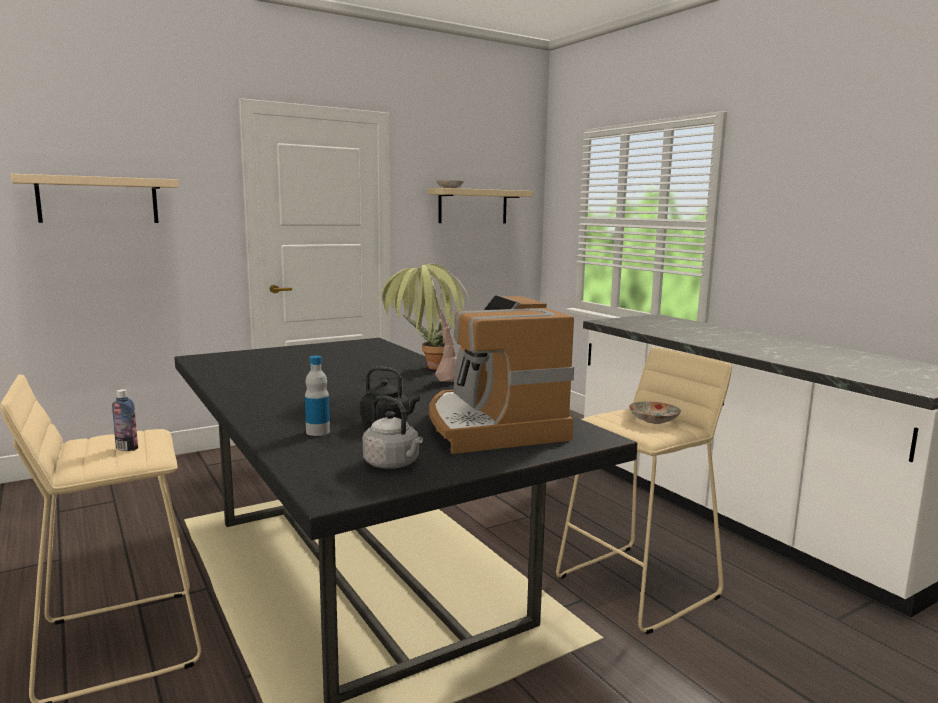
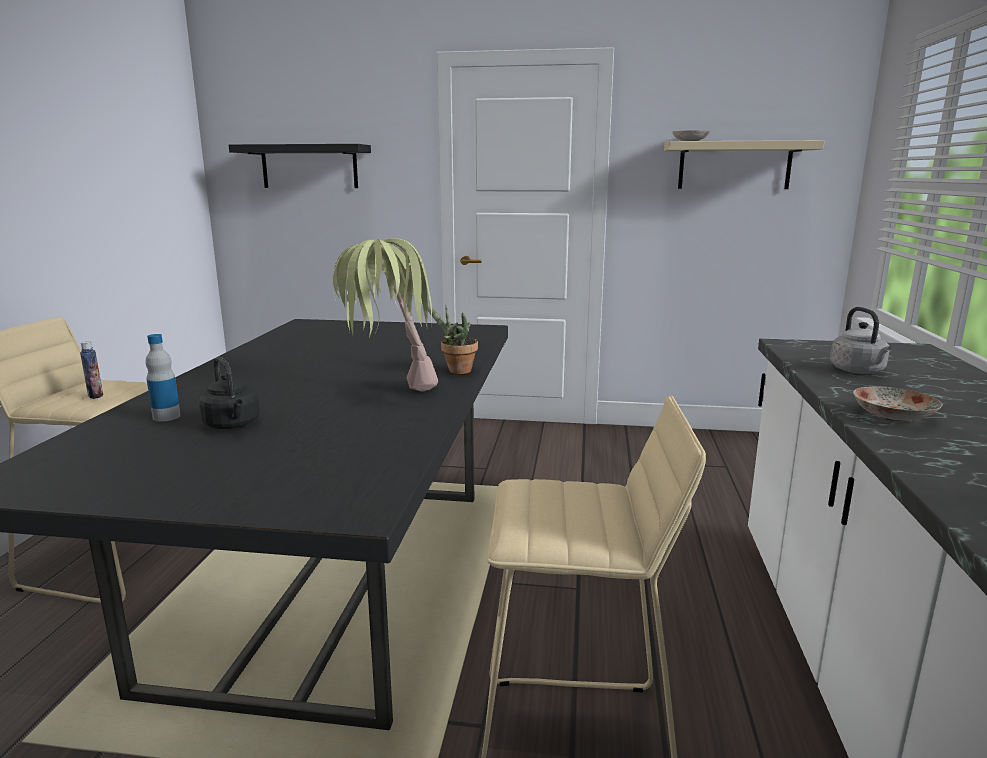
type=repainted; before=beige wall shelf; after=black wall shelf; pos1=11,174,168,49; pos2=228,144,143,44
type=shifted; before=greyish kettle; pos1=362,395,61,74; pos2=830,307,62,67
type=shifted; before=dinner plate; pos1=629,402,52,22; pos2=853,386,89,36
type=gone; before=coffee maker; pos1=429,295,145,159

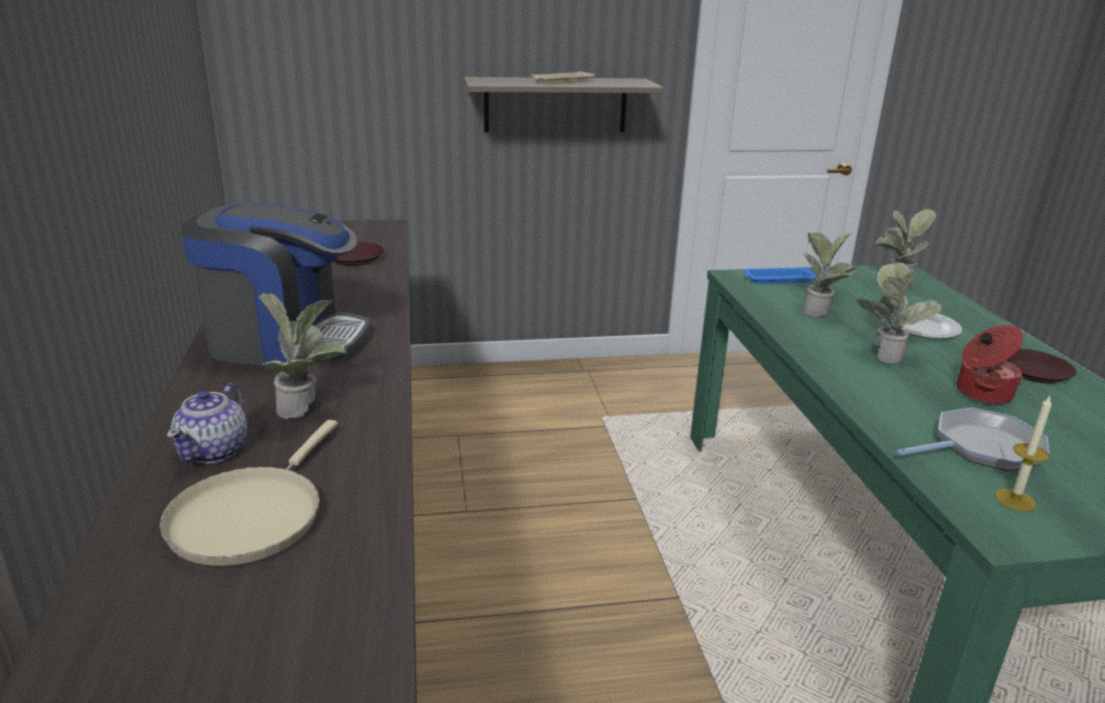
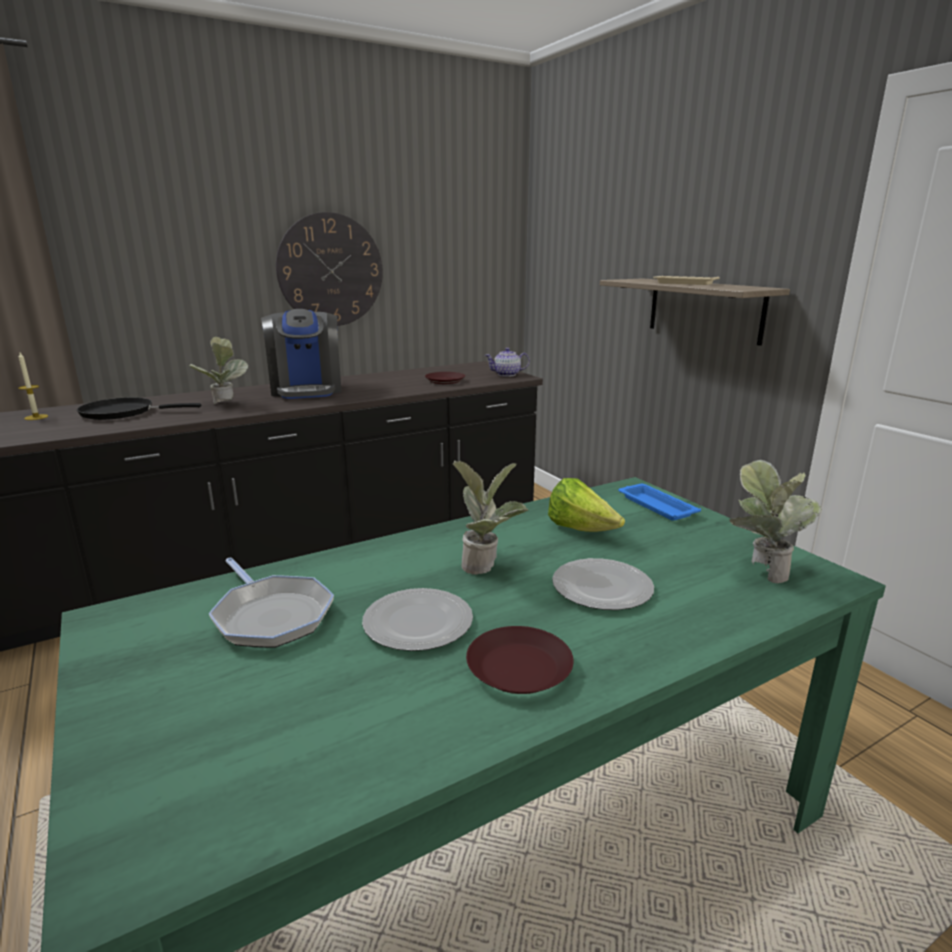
type=shifted; before=wax light; pos1=995,396,57,115; pos2=18,352,30,68
type=repainted; before=beige skillet; after=black skillet; pos1=160,420,178,146; pos2=77,397,125,23
type=new; after=clock on the wall; pos2=276,212,107,114
type=swapped; before=cooking pot; after=dinner plate; pos1=956,325,67,79; pos2=362,588,111,63
type=shifted; before=teapot; pos1=167,383,80,81; pos2=485,348,45,29
type=swapped; before=plant in a pot; after=lettuce head; pos1=802,232,55,85; pos2=548,478,77,54

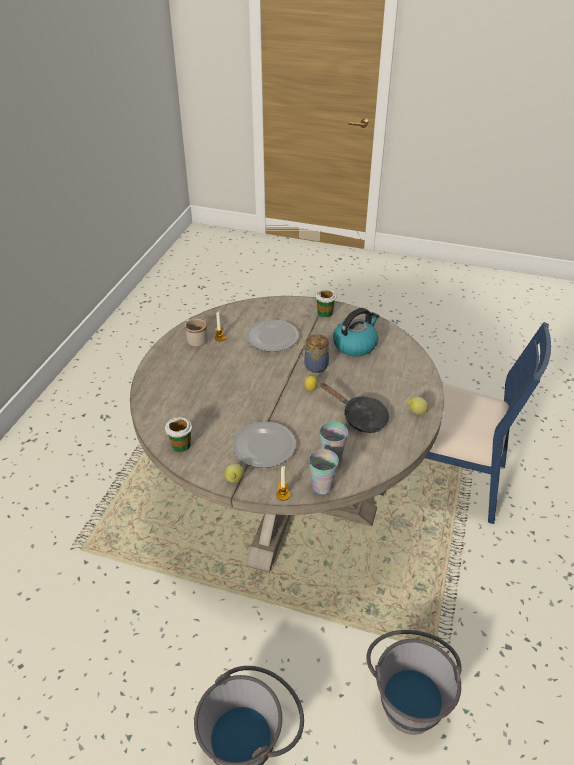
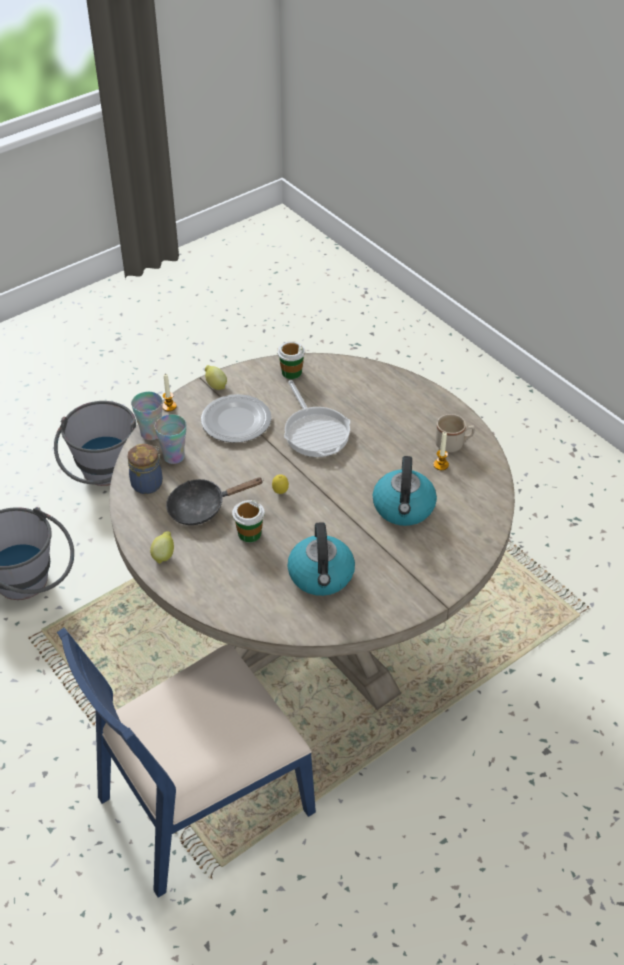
type=shifted; before=storage jar; pos1=302,334,27,39; pos2=127,444,36,50
type=shifted; before=small cup; pos1=315,289,21,28; pos2=232,500,33,42
type=new; after=skillet; pos2=284,380,66,77
type=swapped; before=dinner plate; after=kettle; pos1=246,319,53,33; pos2=373,456,64,70

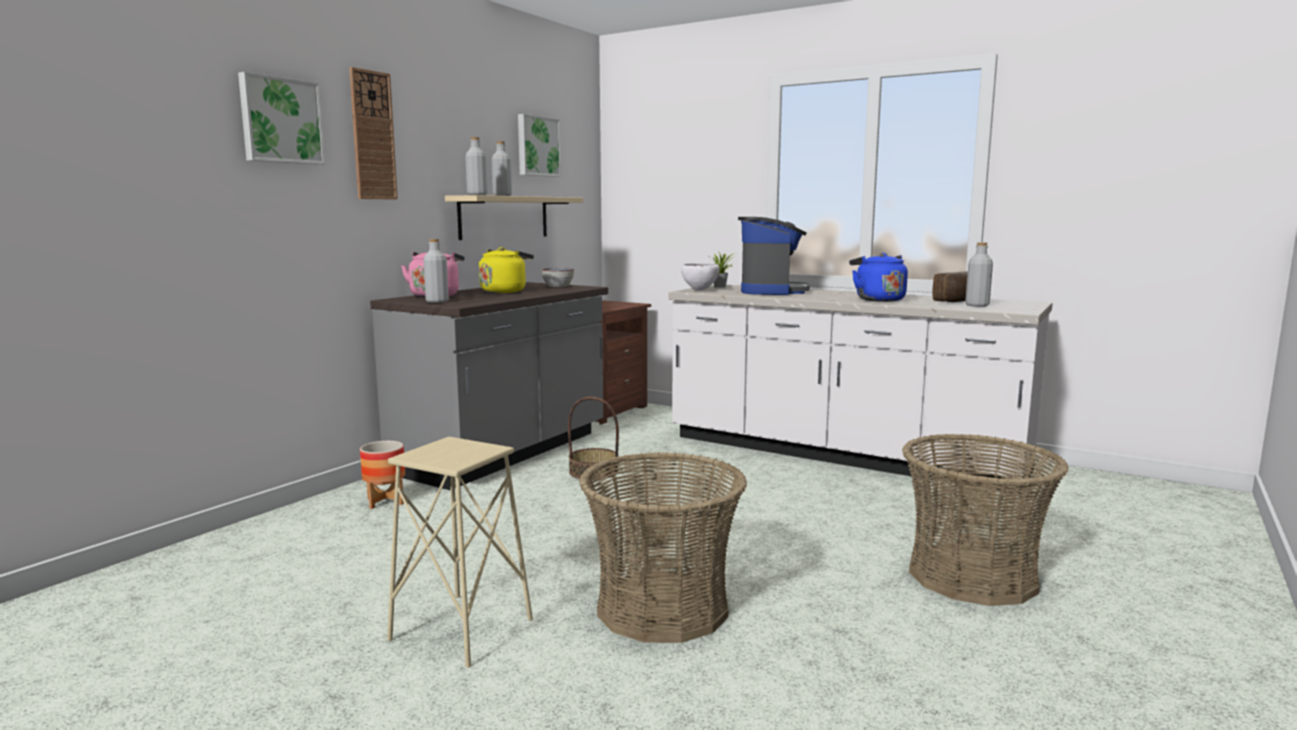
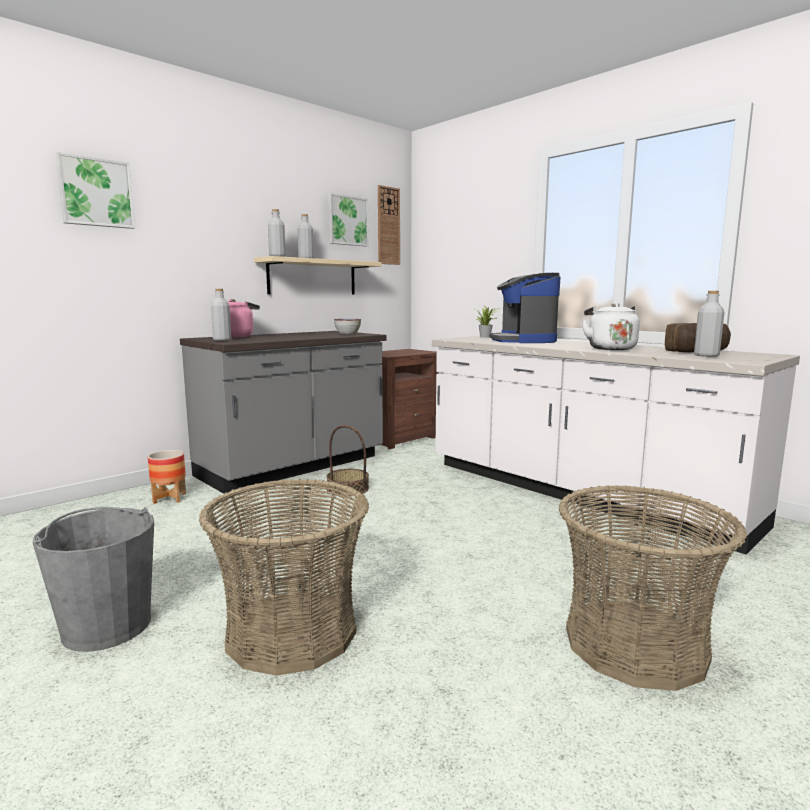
type=swapped; before=beige sitting stool; after=greyish bucket; pos1=387,437,146,231; pos2=32,507,122,145
type=shifted; before=clock on the wall; pos1=349,67,49,133; pos2=378,185,22,80
type=rotated; before=coffee maker; pos1=738,217,72,78; pos2=489,273,72,70; turn=150
type=repainted; before=blue kettle; after=white kettle; pos1=849,253,59,49; pos2=582,303,58,47
type=gone; before=yellow-coloured kettle; pos1=479,247,55,46
type=gone; before=white deep dish; pos1=681,263,38,28

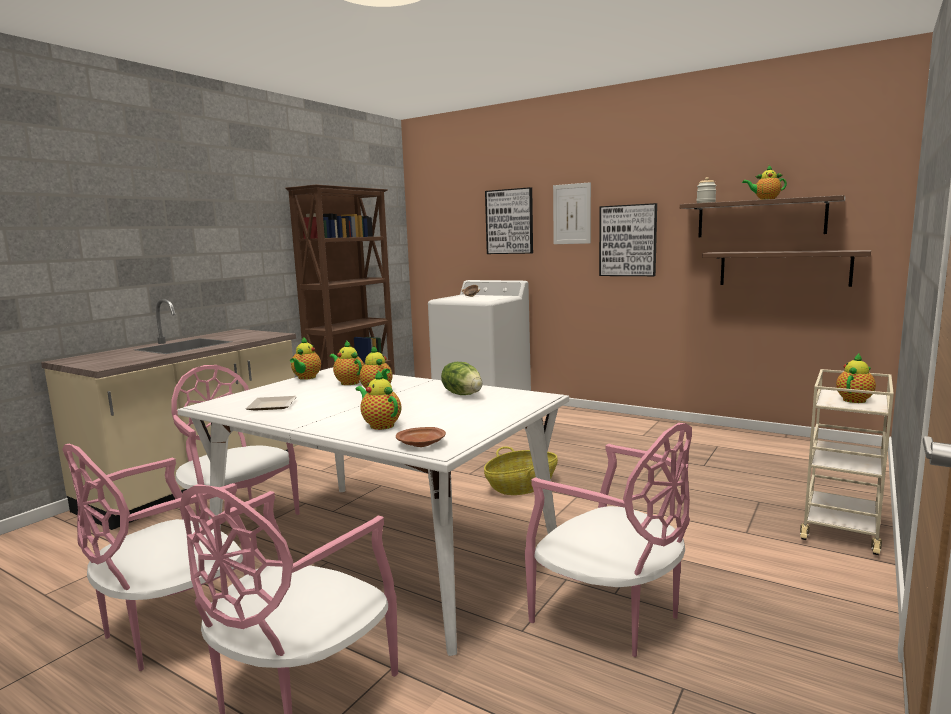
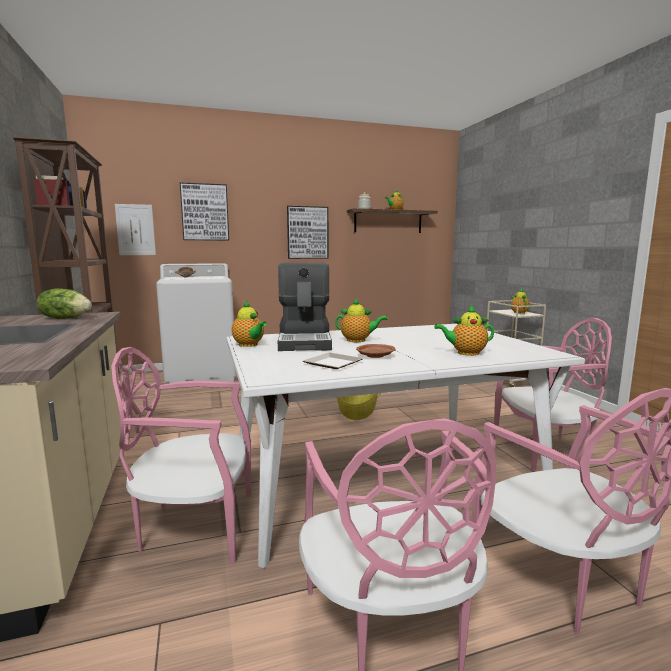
type=shifted; before=lettuce head; pos1=441,362,41,33; pos2=36,288,56,31
type=shifted; before=picture; pos1=553,182,38,62; pos2=115,204,41,51
type=swapped; before=teapot; after=coffee maker; pos1=330,340,34,45; pos2=278,263,54,88
type=shifted; before=brown dinner plate; pos1=396,427,50,20; pos2=356,344,39,14
type=gone; before=wall shelf; pos1=702,250,169,37

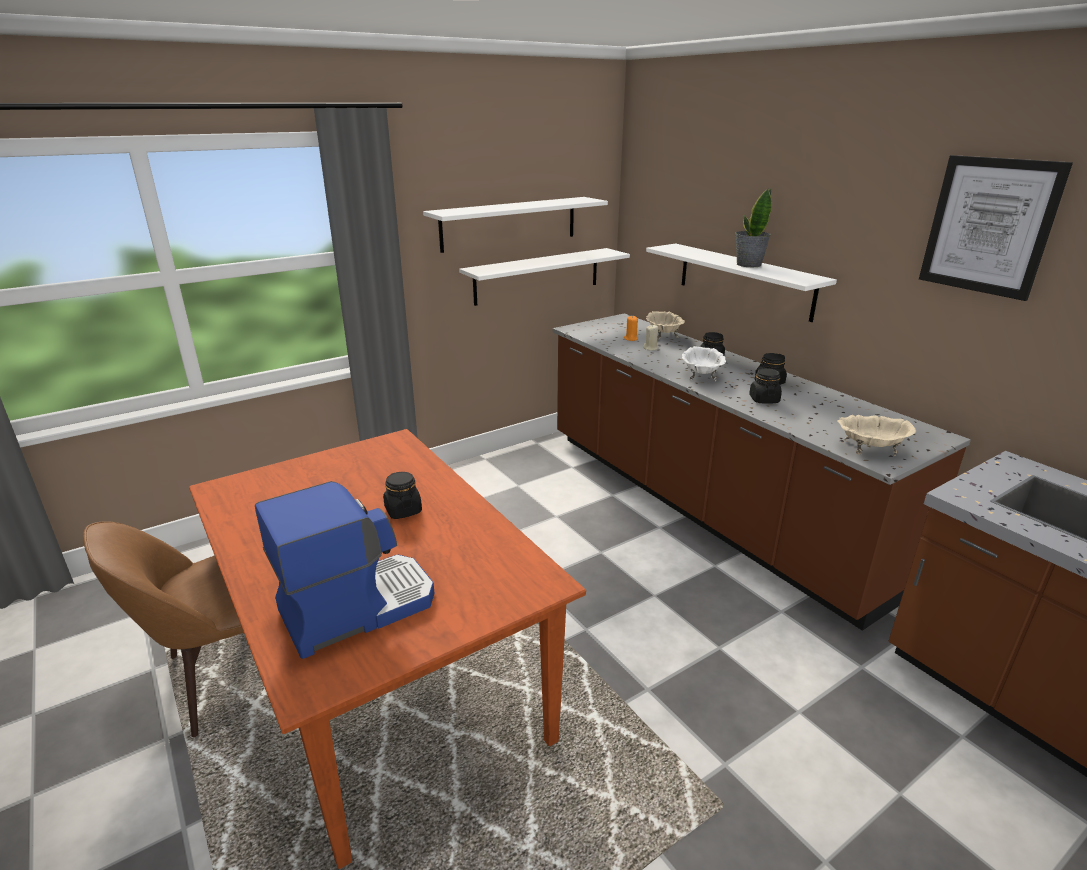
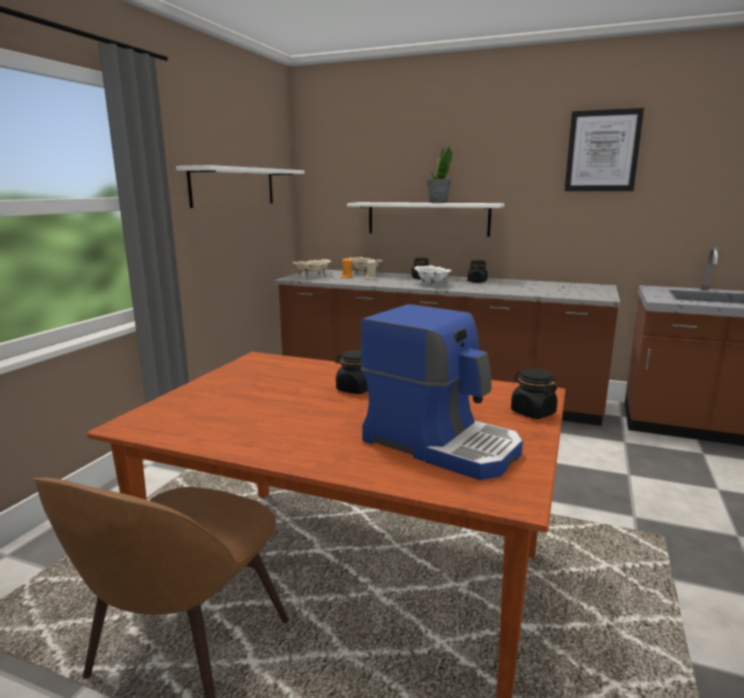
type=shifted; before=beige deep dish; pos1=837,415,79,41; pos2=293,259,39,18
type=rotated; before=coffee maker; pos1=255,481,179,178; pos2=361,304,162,176; turn=105
type=shifted; before=black storage jar; pos1=749,368,33,36; pos2=511,369,47,50
type=gone; before=white wall shelf; pos1=459,248,171,58

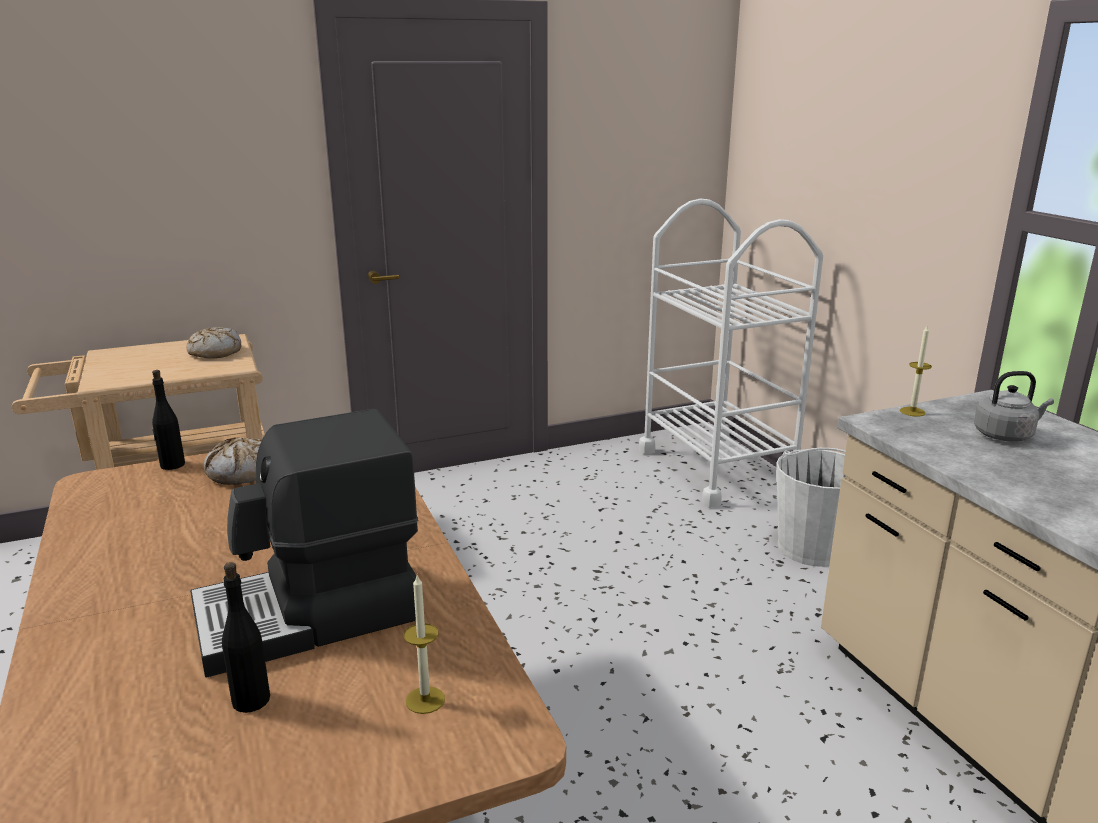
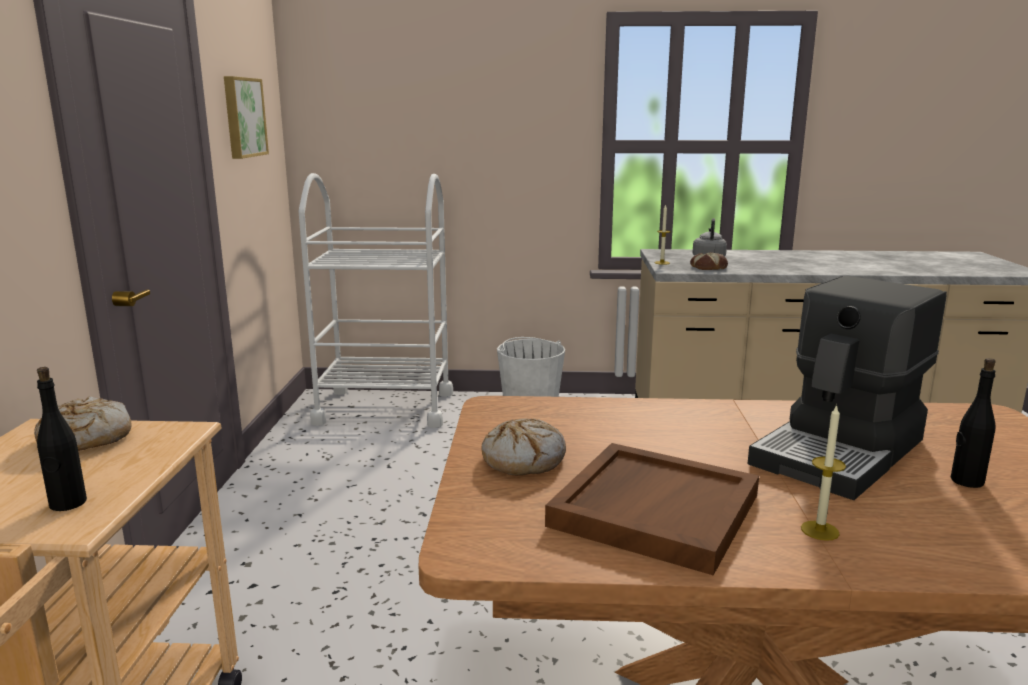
type=shifted; before=black drink bottle; pos1=152,370,33,100; pos2=37,367,50,144
type=new; after=picture; pos2=224,76,45,83
type=new; after=brown serving tray; pos2=545,443,214,132
type=new; after=bakery bread; pos2=690,252,38,18
type=rotated; before=coffee maker; pos1=190,409,229,269; pos2=747,276,200,224; turn=45
type=shifted; before=wax light; pos1=404,575,41,139; pos2=801,404,45,137

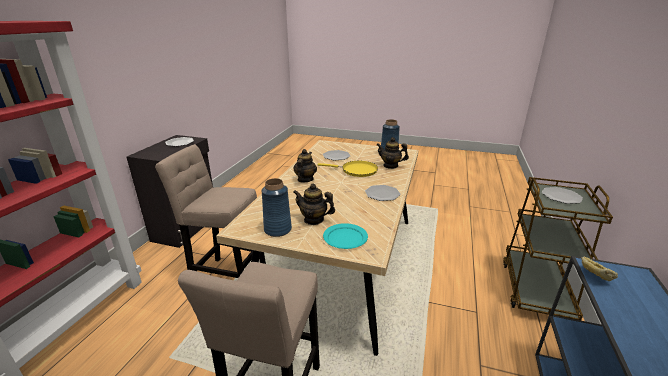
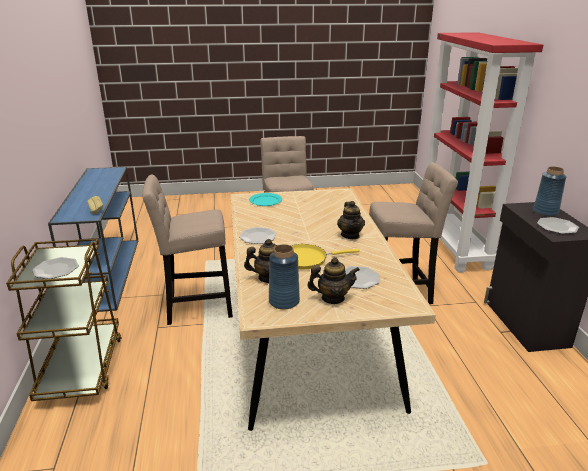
type=new; after=beige sitting stool; pos2=142,175,91,150
type=shifted; before=teapot; pos1=293,184,42,41; pos2=307,257,53,47
type=shifted; before=blue flower vase; pos1=262,178,30,59; pos2=533,166,33,51

